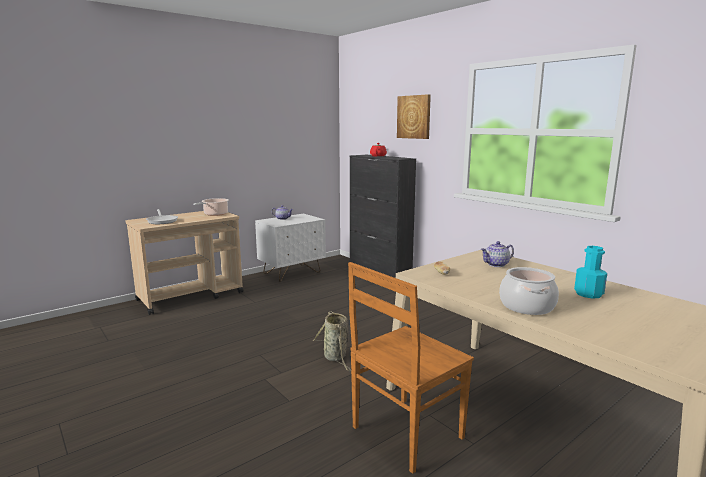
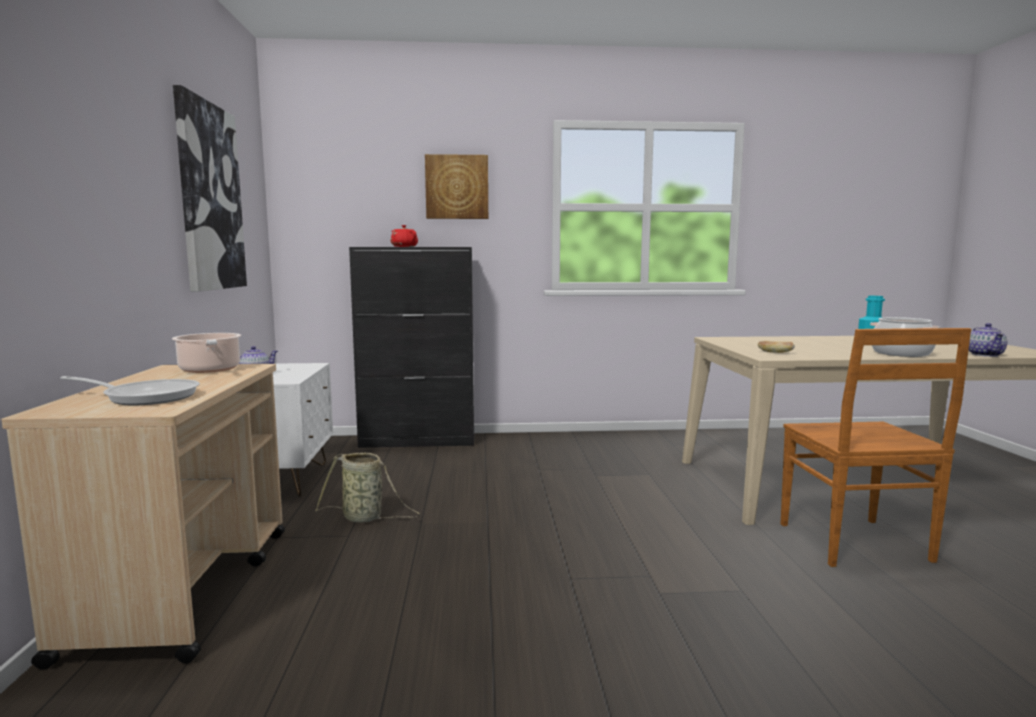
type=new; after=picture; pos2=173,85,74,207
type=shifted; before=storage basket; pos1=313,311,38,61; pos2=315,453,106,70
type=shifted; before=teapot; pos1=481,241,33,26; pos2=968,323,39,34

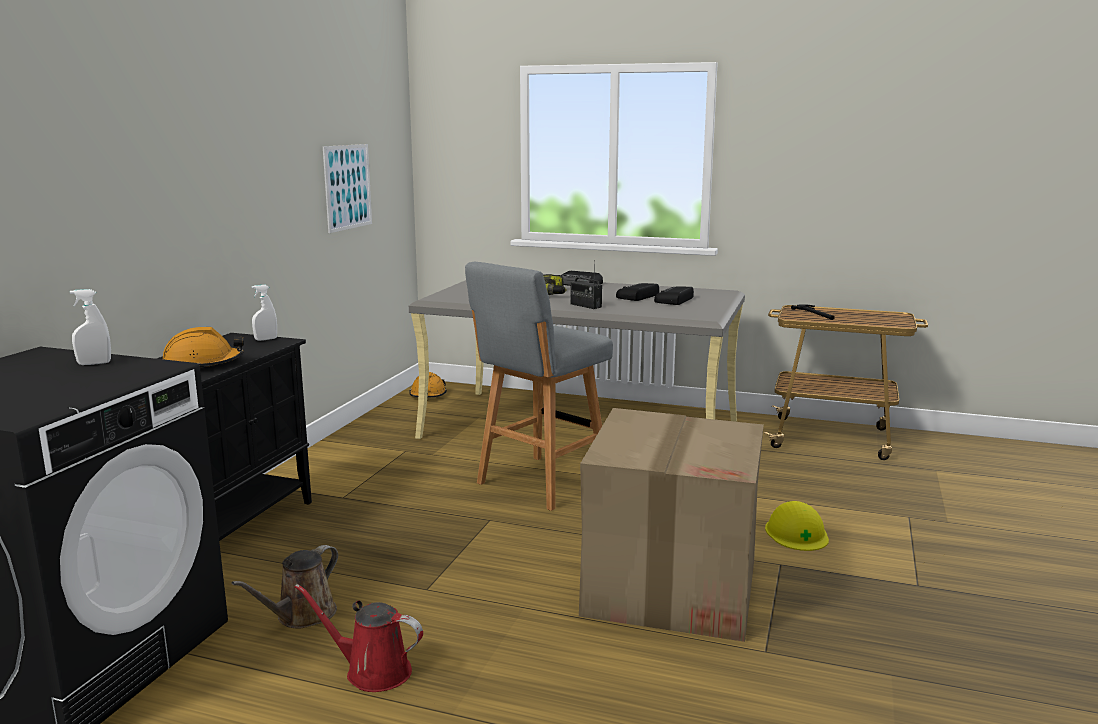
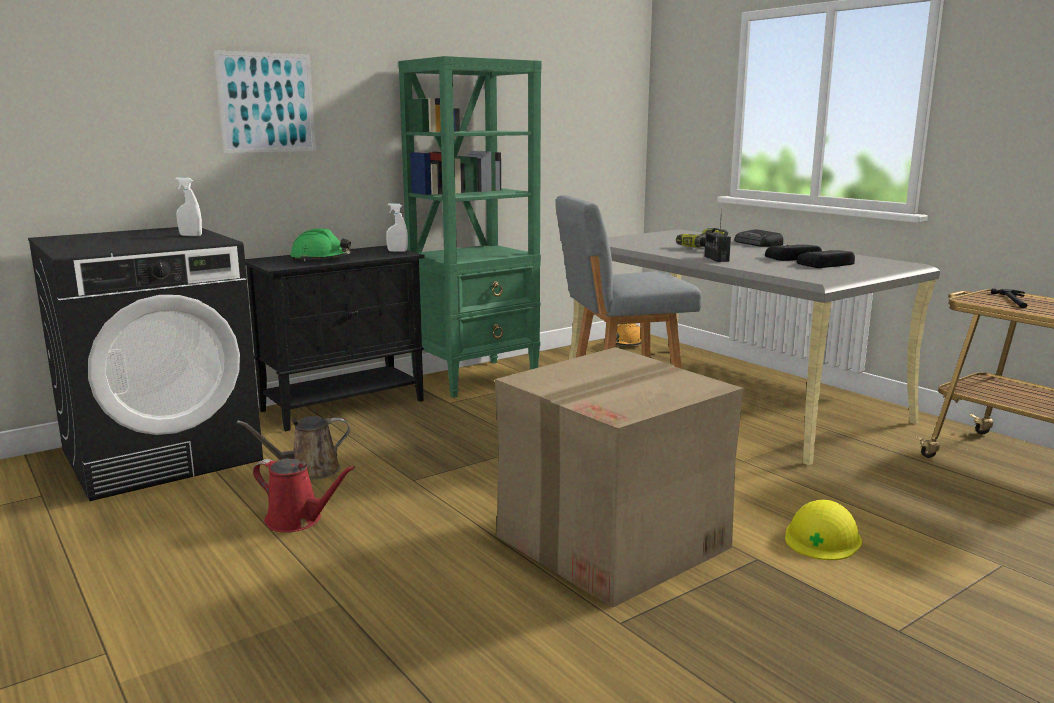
type=shifted; before=picture; pos1=323,144,49,89; pos2=214,50,102,103
type=rotated; before=red-coloured watering pot; pos1=295,584,128,108; pos2=253,459,102,73; turn=150
type=repainted; before=orange-coloured work helmet; after=green work helmet; pos1=163,327,81,40; pos2=291,228,60,33
type=new; after=green bookcase; pos2=399,56,143,342

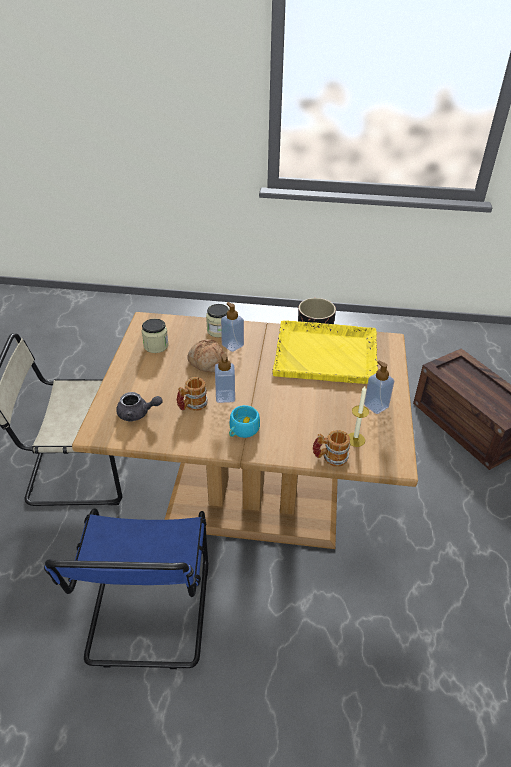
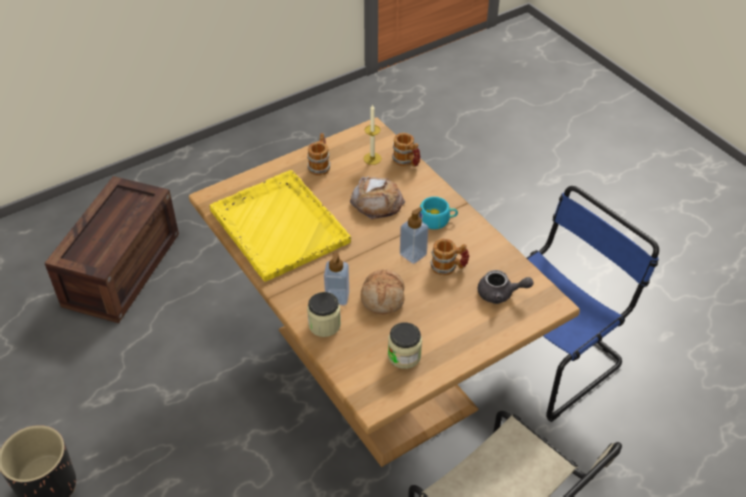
type=swapped; before=soap dispenser; after=tea mug; pos1=364,360,30,54; pos2=307,133,24,43
type=new; after=bakery bread; pos2=350,176,55,44
type=rotated; before=greyish teapot; pos1=116,392,46,30; pos2=478,270,55,34; turn=135

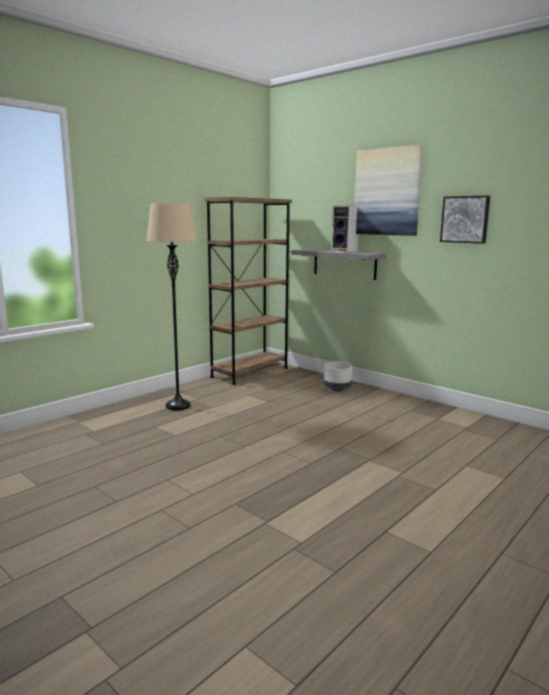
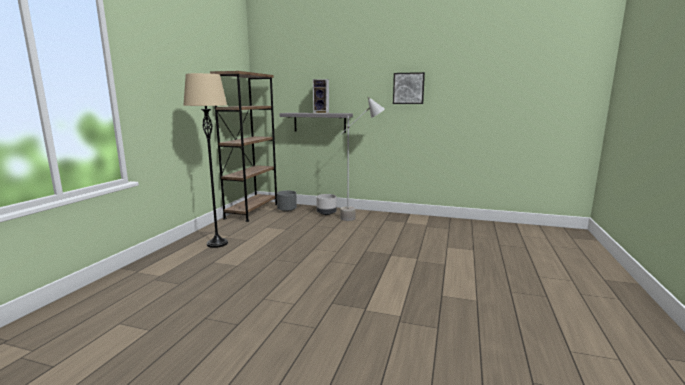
type=new; after=greyish flower pot; pos2=277,190,20,22
type=new; after=greyish standing lamp; pos2=340,97,45,124
type=gone; before=picture; pos1=355,145,68,91

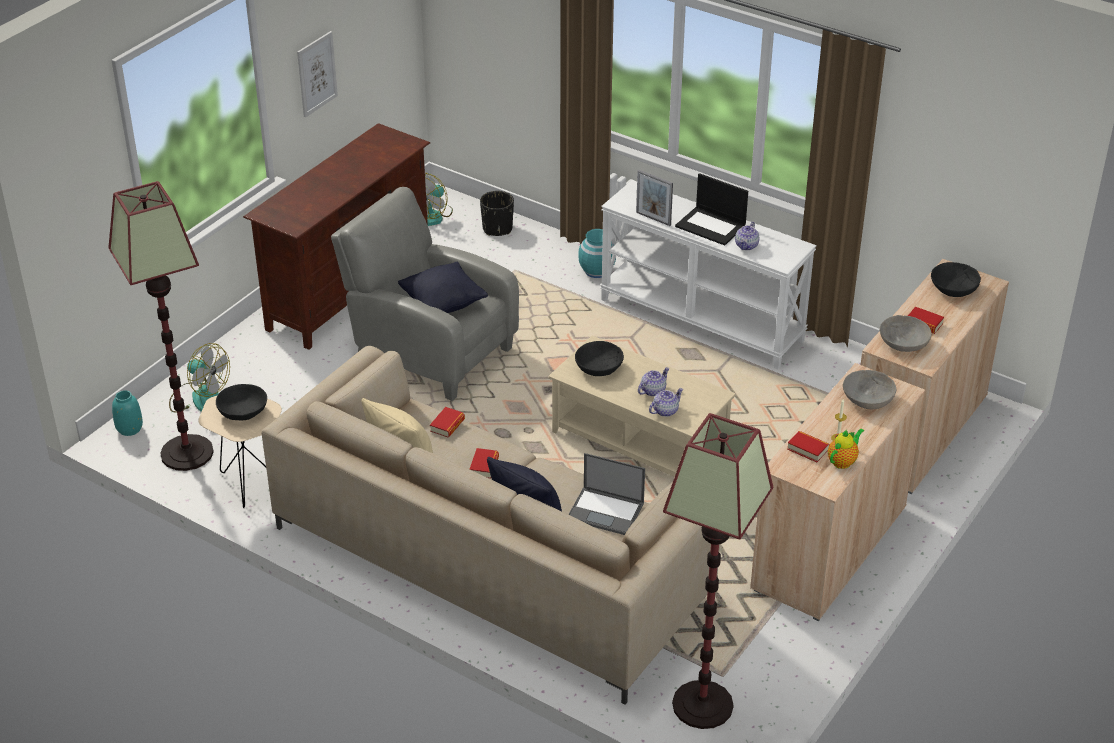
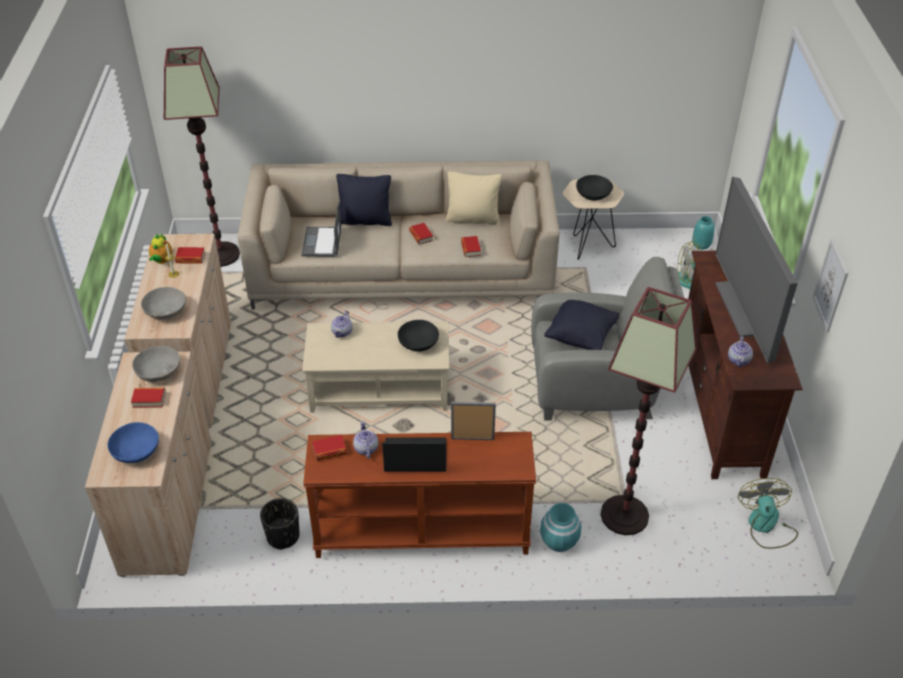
type=repainted; before=black deep dish; after=blue deep dish; pos1=931,262,50,35; pos2=108,422,51,41
type=shifted; before=black flower pot; pos1=480,191,34,45; pos2=260,498,40,52
type=rotated; before=laptop; pos1=568,453,77,82; pos2=301,202,40,55; turn=-75
type=repainted; before=white hall table; after=brown hall table; pos1=600,180,217,189; pos2=303,432,233,126
type=new; after=volume; pos2=312,435,35,26
type=shifted; before=standing lamp; pos1=108,181,106,290; pos2=601,287,96,248
type=new; after=TV; pos2=715,176,83,188
type=shifted; before=teapot; pos1=638,367,31,29; pos2=728,336,25,31

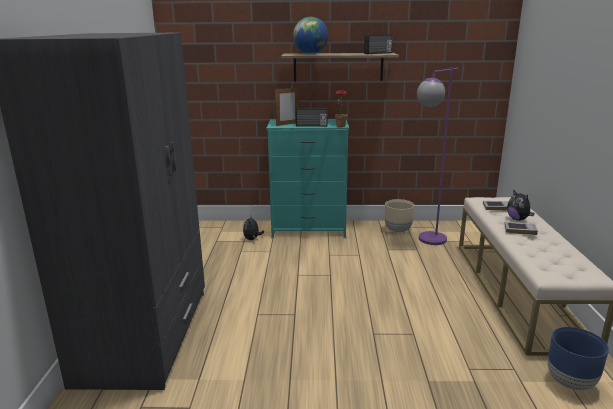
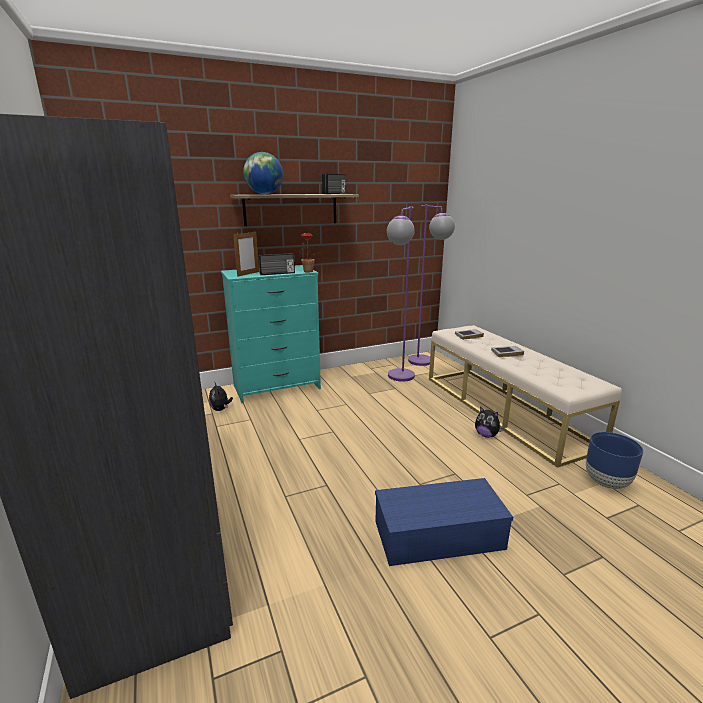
type=new; after=blue storage box; pos2=375,478,138,88
type=new; after=purple-coloured standing lamp; pos2=408,204,47,162
type=shifted; before=soft toy; pos1=507,190,28,31; pos2=475,406,29,32
type=gone; before=beige flower pot; pos1=385,199,29,34

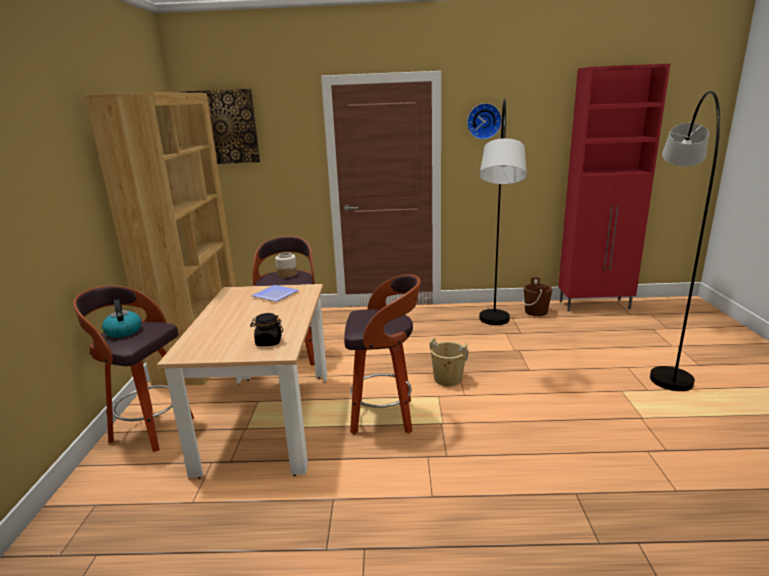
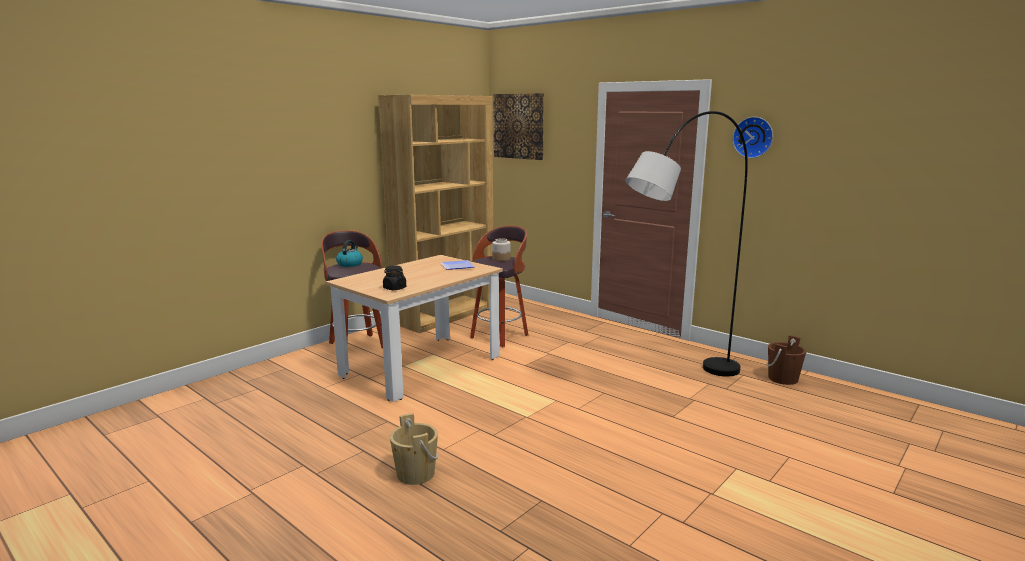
type=shifted; before=beige bucket; pos1=429,337,40,49; pos2=390,413,48,72
type=gone; before=sitting stool; pos1=344,274,76,160
type=gone; before=red-coloured cupboard; pos1=558,64,112,248
type=gone; before=greyish standing lamp; pos1=650,91,70,300

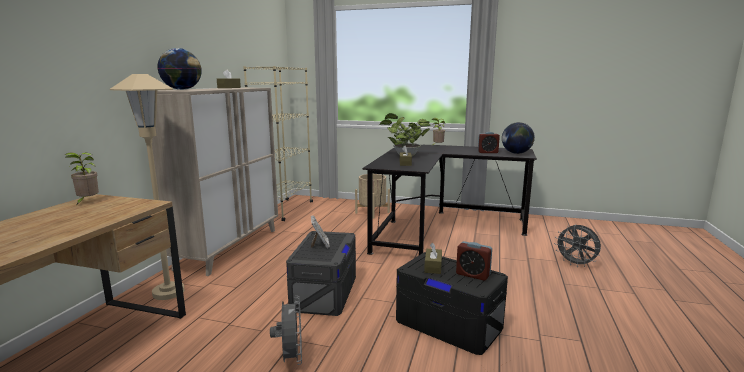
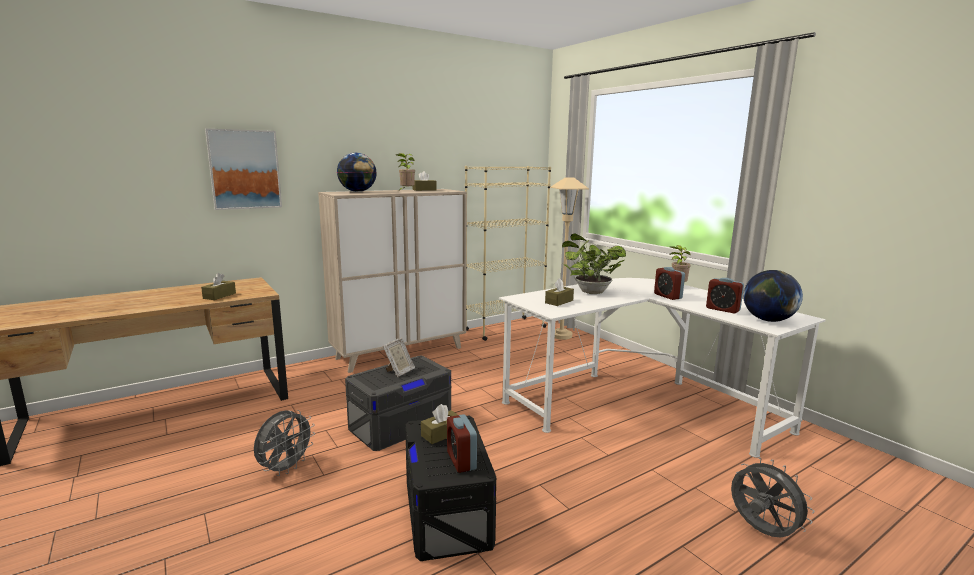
type=new; after=brown tissue holder; pos2=201,273,35,27
type=new; after=picture; pos2=205,128,77,82
type=shifted; before=plant in a pot; pos1=65,152,34,52; pos2=396,153,19,37
type=repainted; before=black desk table; after=white desk table; pos1=363,145,174,110; pos2=499,278,327,180
type=shifted; before=beige standing lamp; pos1=110,74,75,226; pos2=550,177,39,163
type=new; after=alarm clock; pos2=654,267,31,33
type=rotated; before=greyish fan; pos1=554,224,47,43; pos2=731,457,84,80; turn=150
type=gone; before=beige flower pot; pos1=355,174,35,45

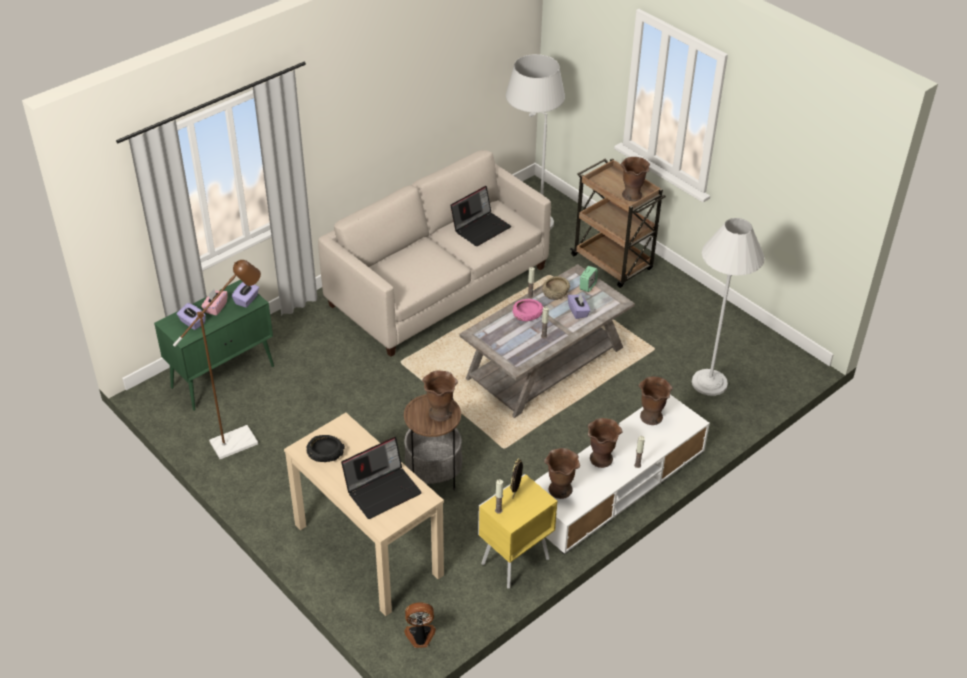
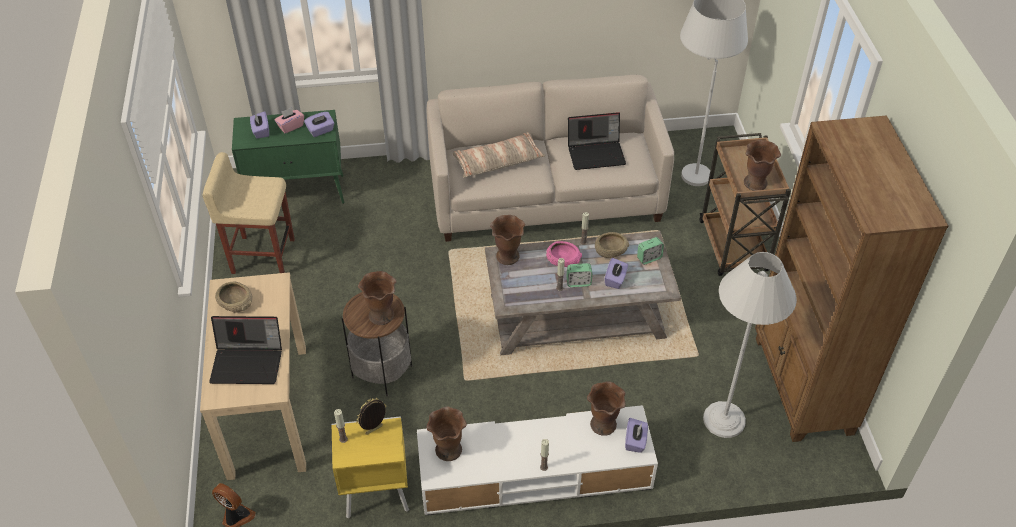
type=swapped; before=brown standing lamp; after=beige sitting stool; pos1=173,260,88,199; pos2=202,152,93,122
type=repainted; before=black deep dish; after=beige deep dish; pos1=306,435,39,27; pos2=215,281,37,31
type=new; after=throw pillow; pos2=453,132,92,46
type=shifted; before=brown flower vase; pos1=588,418,35,50; pos2=490,215,35,50
type=new; after=alarm clock; pos2=567,263,25,24
type=new; after=purple-coloured tissue holder; pos2=625,418,23,35
type=new; after=brown bookcase; pos2=755,115,194,327

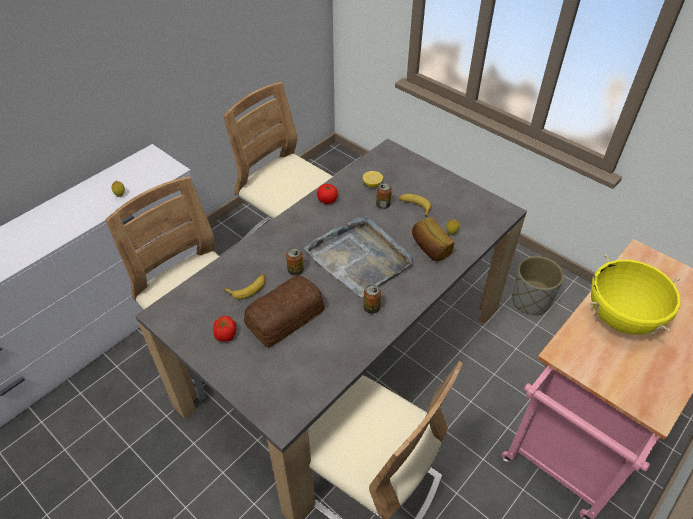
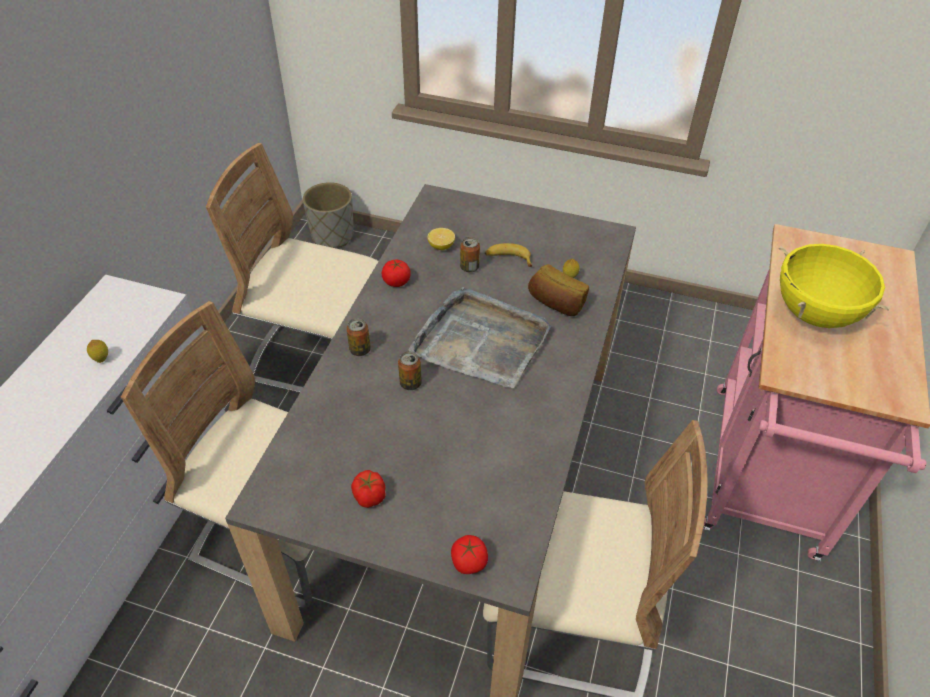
type=shifted; before=greyish flower pot; pos1=512,256,52,59; pos2=303,182,50,66
type=shifted; before=metal can; pos1=363,284,18,30; pos2=346,318,25,38
type=new; after=whole tomato; pos2=451,535,37,39
type=gone; before=banana fruit; pos1=224,274,41,25
type=gone; before=bakery bread; pos1=244,276,80,72

